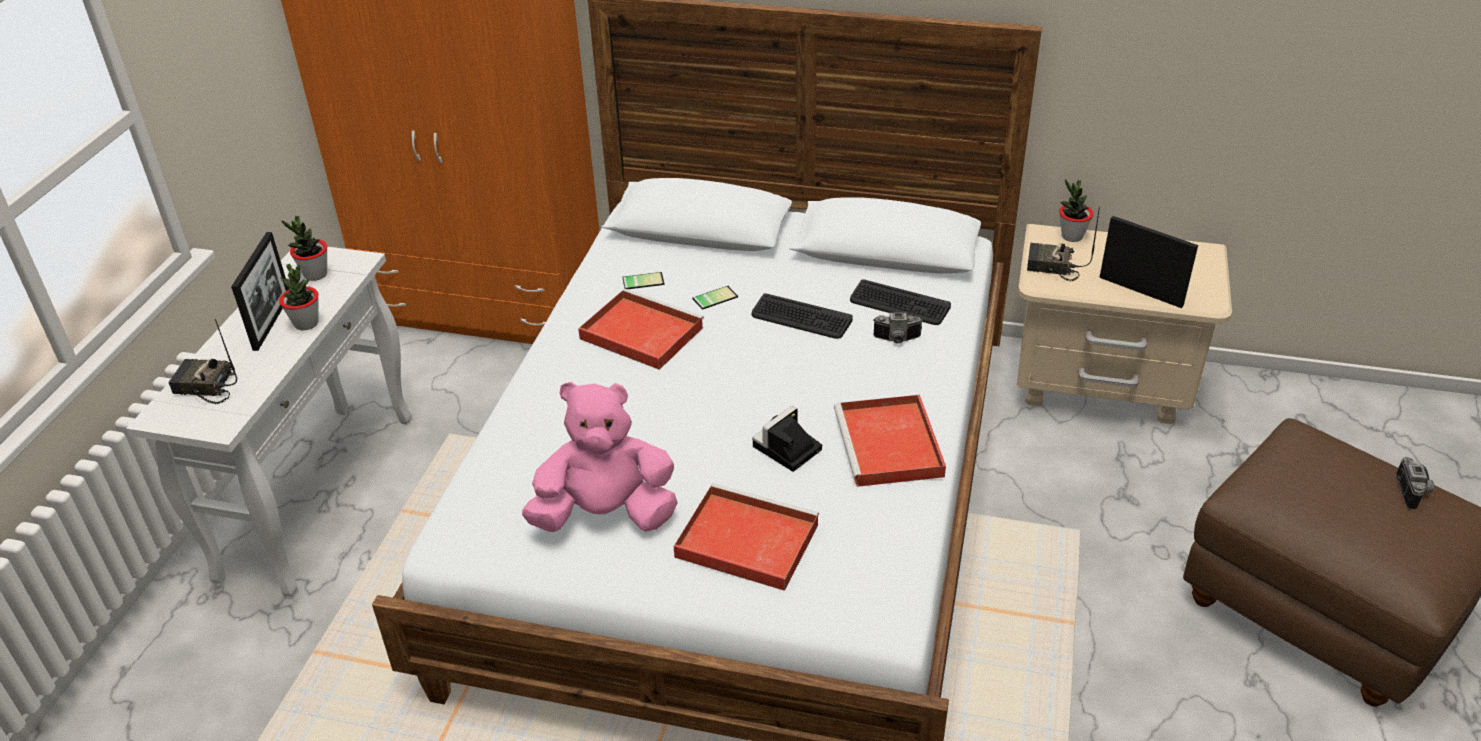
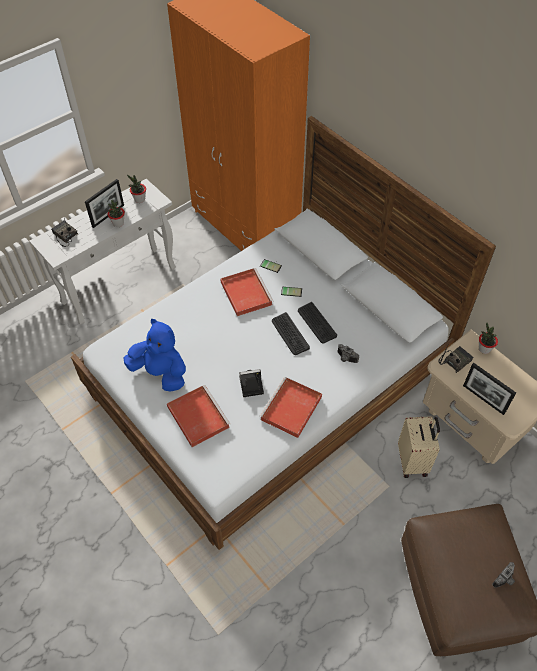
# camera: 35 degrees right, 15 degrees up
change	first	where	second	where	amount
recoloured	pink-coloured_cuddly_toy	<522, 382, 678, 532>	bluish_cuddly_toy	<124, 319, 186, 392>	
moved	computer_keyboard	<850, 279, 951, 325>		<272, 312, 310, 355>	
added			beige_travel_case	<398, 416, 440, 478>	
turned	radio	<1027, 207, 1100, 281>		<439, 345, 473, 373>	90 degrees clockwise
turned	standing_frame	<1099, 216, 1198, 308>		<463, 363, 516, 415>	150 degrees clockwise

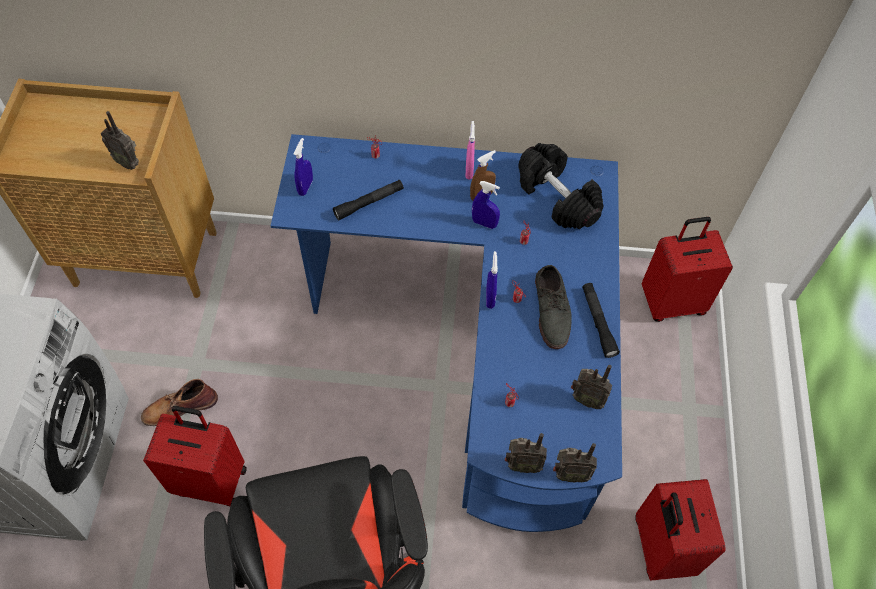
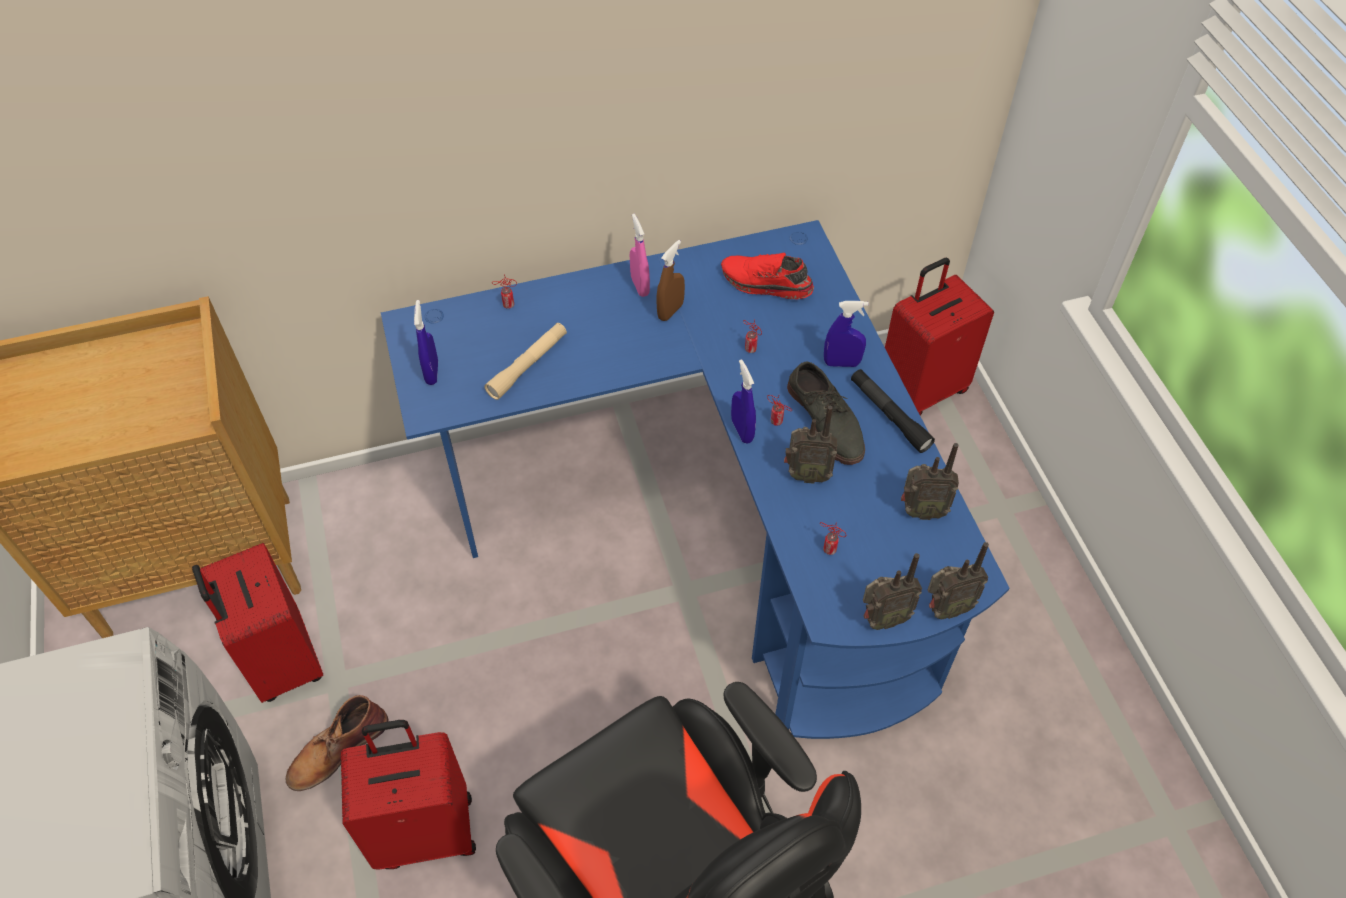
# camera: 20 degrees left, 5 degrees down
change	first	where	second	where	amount
moved	reddish_travel_case	<635, 479, 726, 580>		<192, 543, 323, 703>	
recoloured	black_flashlight	<333, 180, 404, 220>	beige_flashlight	<484, 323, 567, 400>	
replaced	black_dumbbell	<518, 143, 604, 229>	reddish_shoe	<721, 253, 814, 299>	
moved	radio	<101, 111, 139, 170>		<784, 406, 837, 484>	
moved	bluish_sprayer	<472, 181, 500, 229>		<824, 301, 869, 367>	

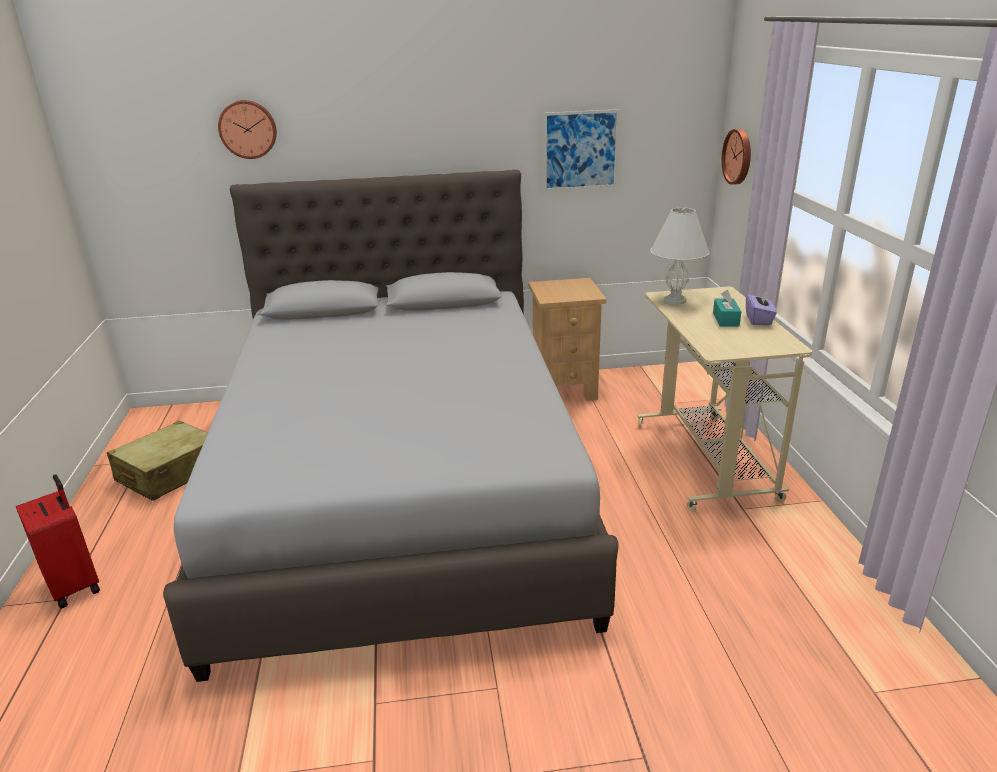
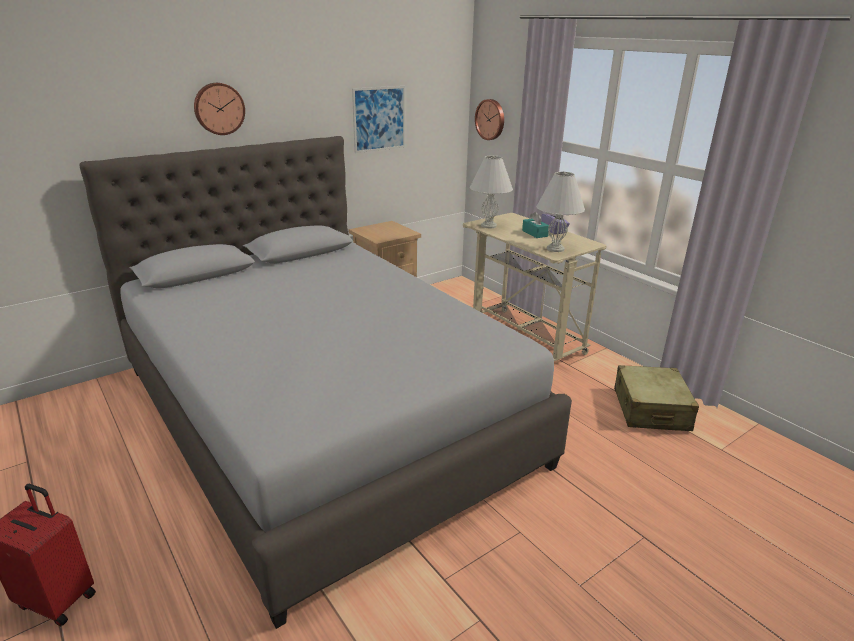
# camera: 30 degrees left, 0 degrees up
change	first	where	second	where	amount
moved	wall_clock	<218, 100, 277, 159>		<194, 83, 245, 135>	
added			white-coloured_tabletop_lamp	<536, 172, 585, 252>	
moved	beige_travel_case	<107, 421, 208, 501>		<614, 365, 699, 431>	

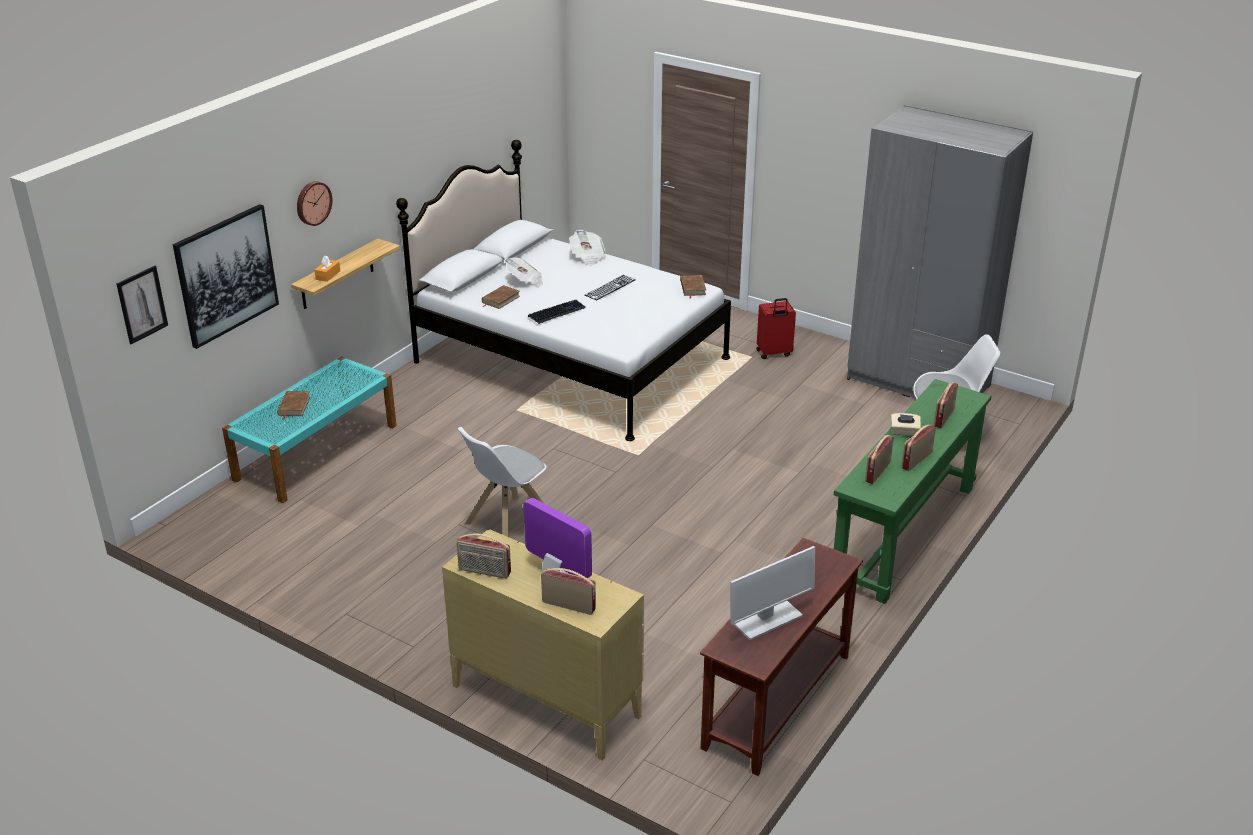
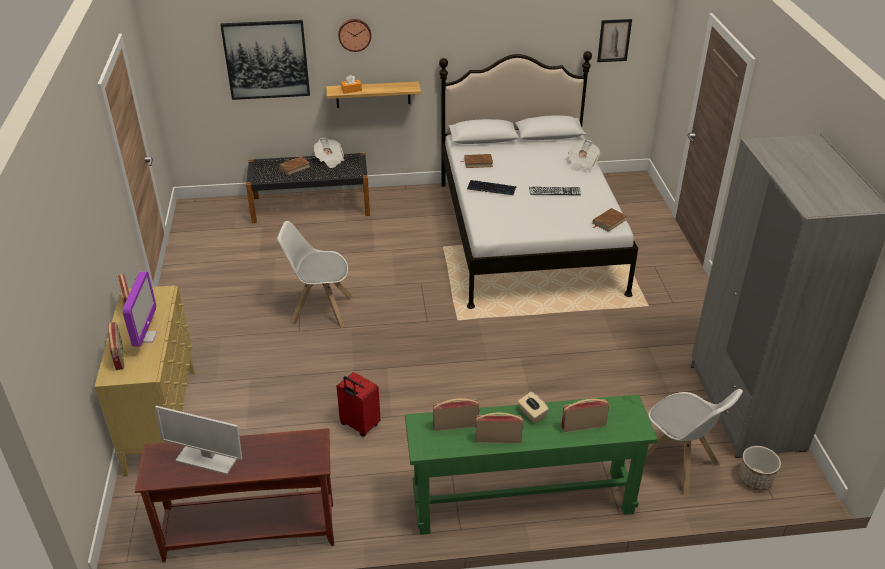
# camera: 50 degrees right, 5 degrees up
change	first	where	second	where	amount
recoloured	turquoise_long_seat	<222, 356, 397, 503>	black_long_seat	<246, 153, 370, 224>	
moved	newspaper	<504, 257, 543, 286>		<314, 138, 345, 168>	
moved	reddish_travel_case	<756, 298, 796, 359>		<336, 372, 381, 437>	
moved	wall_picture	<116, 266, 168, 344>		<597, 19, 632, 62>	
added			flower_pot	<739, 446, 781, 490>	

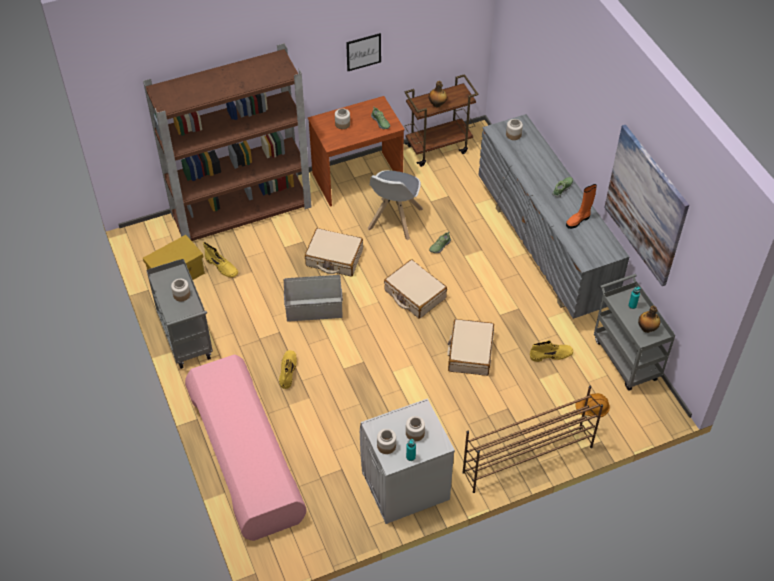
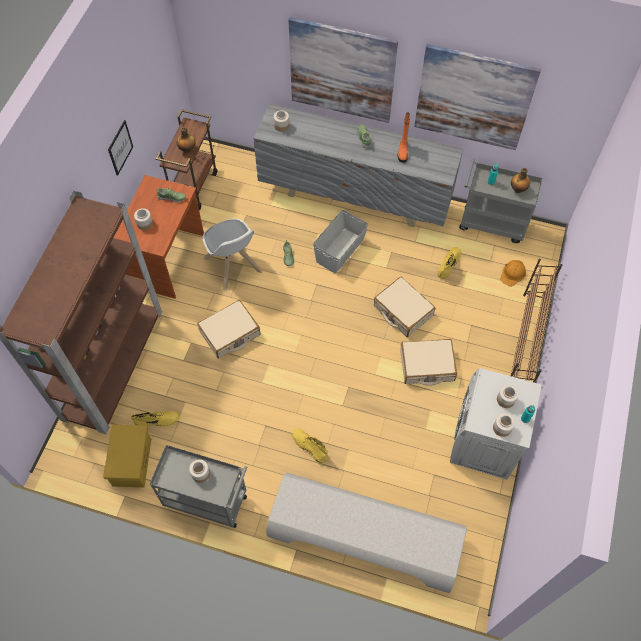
# camera: 50 degrees left, 10 degrees up
change	first	where	second	where	amount
recoloured	pink-coloured_long_seat	<185, 355, 307, 541>	greyish_long_seat	<266, 473, 467, 593>	
added			wall_picture	<288, 17, 398, 123>	
moved	greyish_storage_bin	<284, 275, 343, 322>		<313, 209, 369, 274>	
moved	beige_travel_case	<384, 259, 447, 319>		<400, 339, 457, 386>	

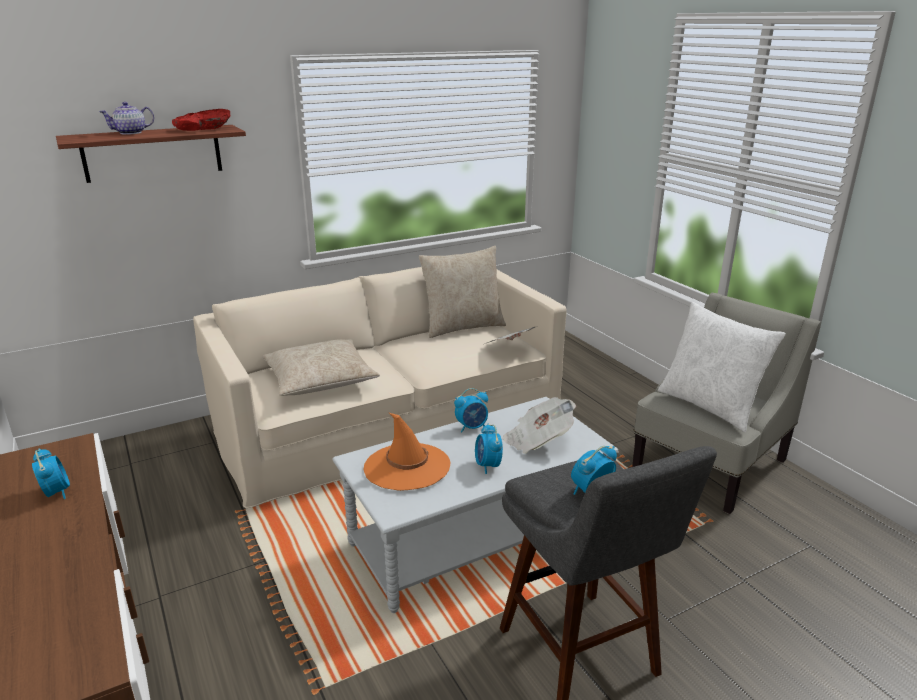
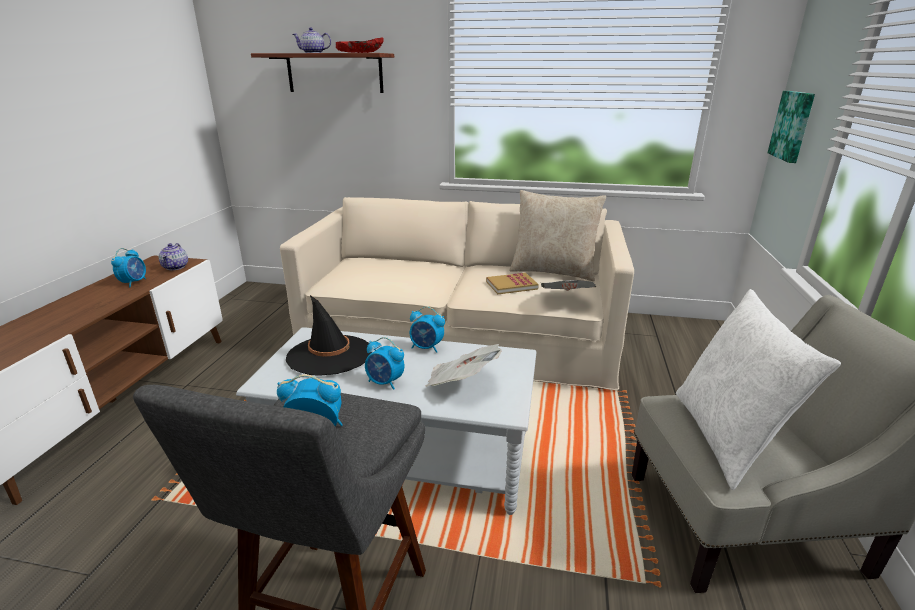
# camera: 40 degrees right, 0 degrees up
change	first	where	second	where	amount
added			pot_for_tea	<158, 243, 188, 270>	
recoloured	orange_hat	<364, 413, 451, 491>	black_hat	<286, 295, 372, 376>	
turned	table_clock	<475, 423, 503, 474>		<365, 337, 404, 390>	90 degrees counterclockwise
added			bound_book	<486, 273, 539, 294>	
added			wall_picture	<768, 91, 815, 163>	
removed	beige_cushion	<262, 339, 380, 396>			

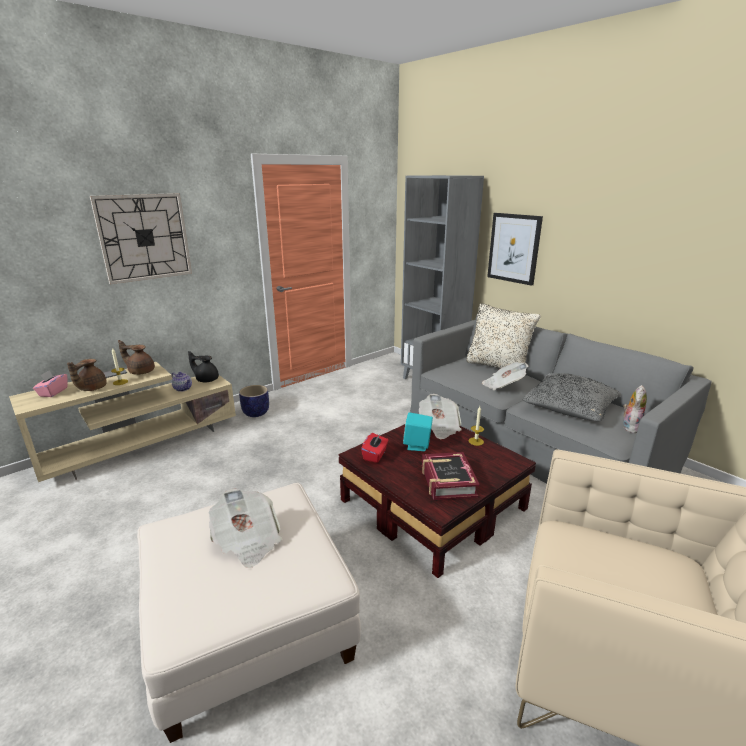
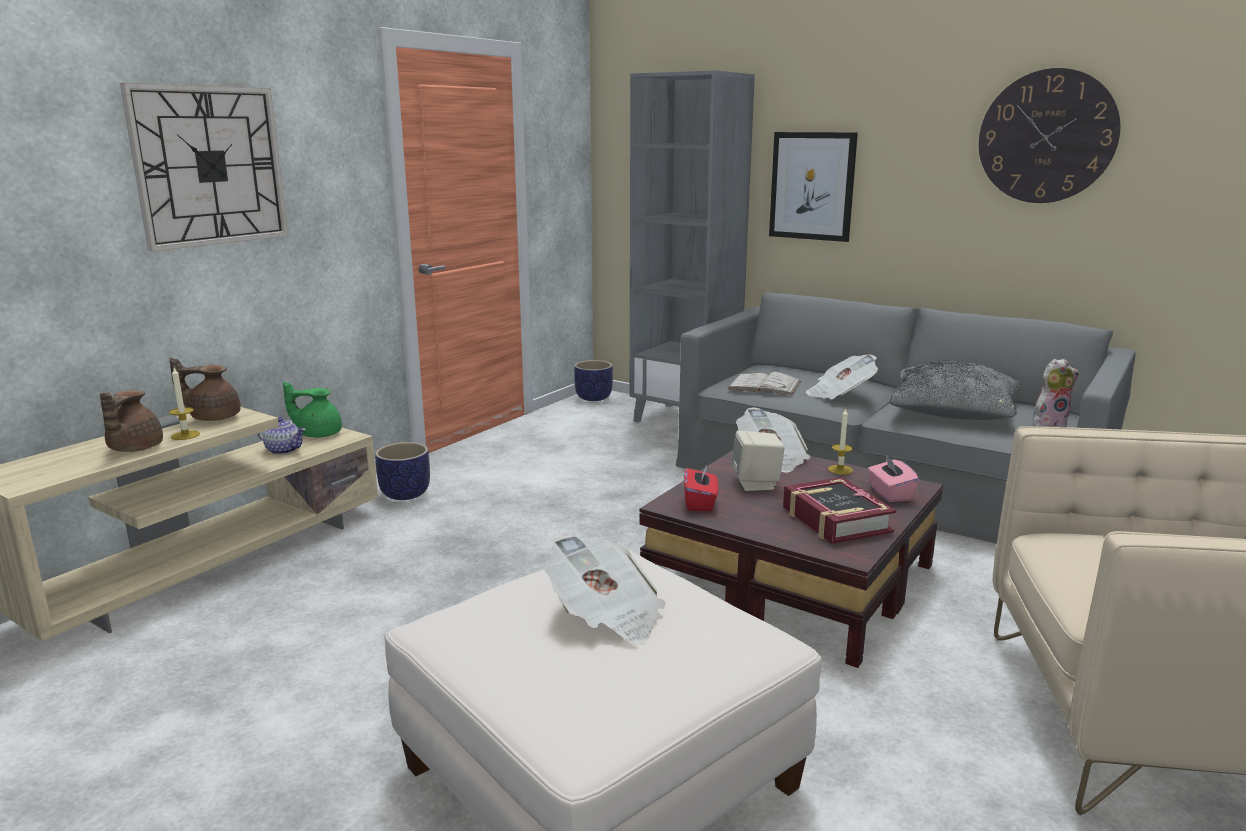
# camera: 15 degrees left, 5 degrees down
change	first	where	second	where	amount
recoloured	black_pot_for_tea	<188, 351, 219, 382>	greenish_pot_for_tea	<283, 382, 342, 437>	
added			flower_pot	<574, 360, 613, 401>	
added			white-coloured_bound_book	<727, 372, 801, 395>	
recoloured	turquoise_loudspeaker	<403, 412, 433, 451>	beige_loudspeaker	<731, 431, 785, 491>	
moved	pink-coloured_tissue_box	<33, 370, 68, 397>		<868, 454, 919, 502>	
added			wall_clock	<979, 68, 1120, 203>	
turned	cuddly_toy	<623, 385, 647, 433>		<1032, 359, 1079, 427>	60 degrees clockwise
removed	beige_cushion	<467, 303, 541, 369>			

